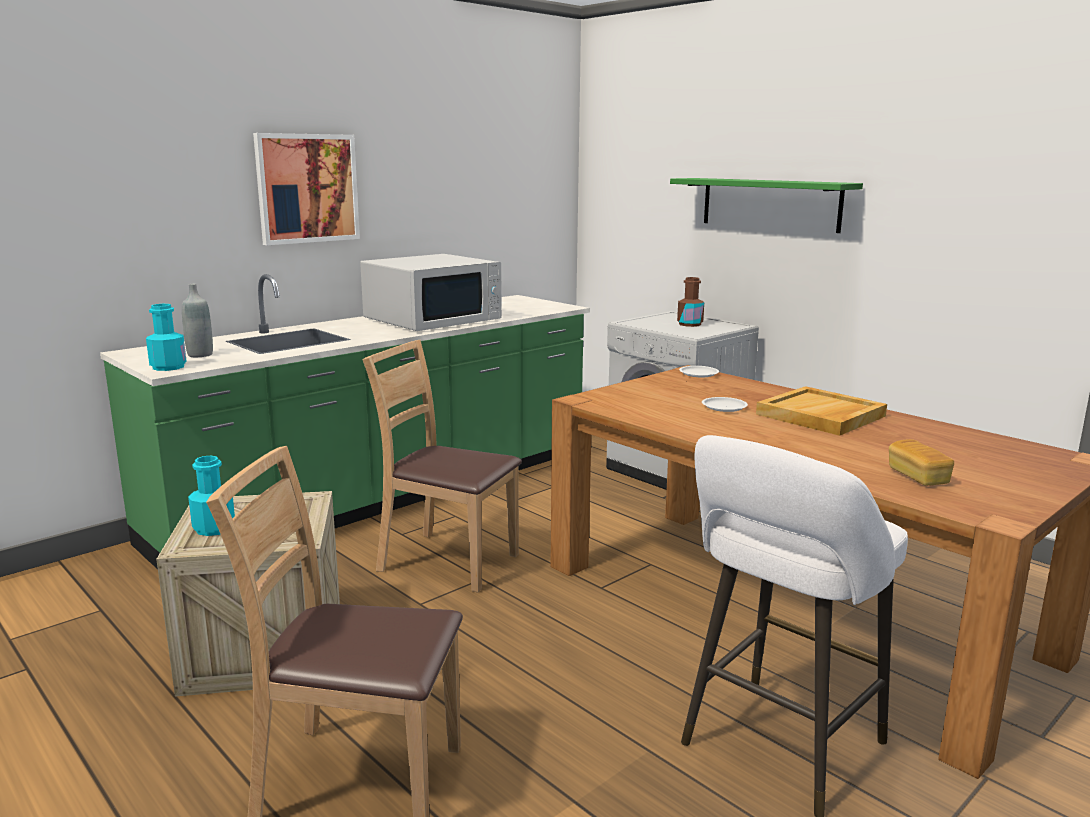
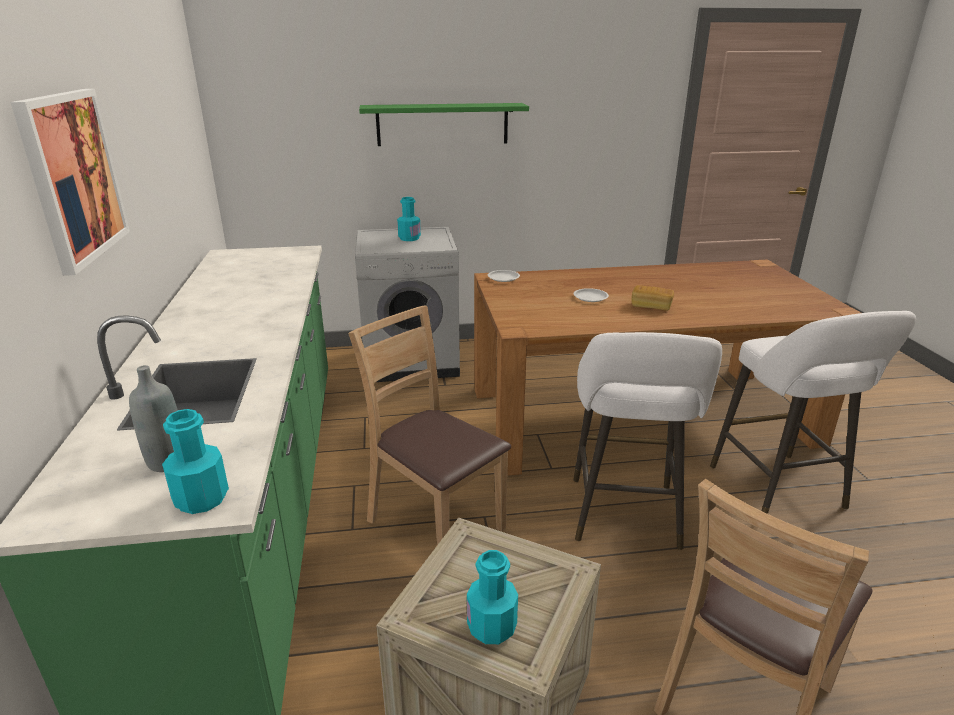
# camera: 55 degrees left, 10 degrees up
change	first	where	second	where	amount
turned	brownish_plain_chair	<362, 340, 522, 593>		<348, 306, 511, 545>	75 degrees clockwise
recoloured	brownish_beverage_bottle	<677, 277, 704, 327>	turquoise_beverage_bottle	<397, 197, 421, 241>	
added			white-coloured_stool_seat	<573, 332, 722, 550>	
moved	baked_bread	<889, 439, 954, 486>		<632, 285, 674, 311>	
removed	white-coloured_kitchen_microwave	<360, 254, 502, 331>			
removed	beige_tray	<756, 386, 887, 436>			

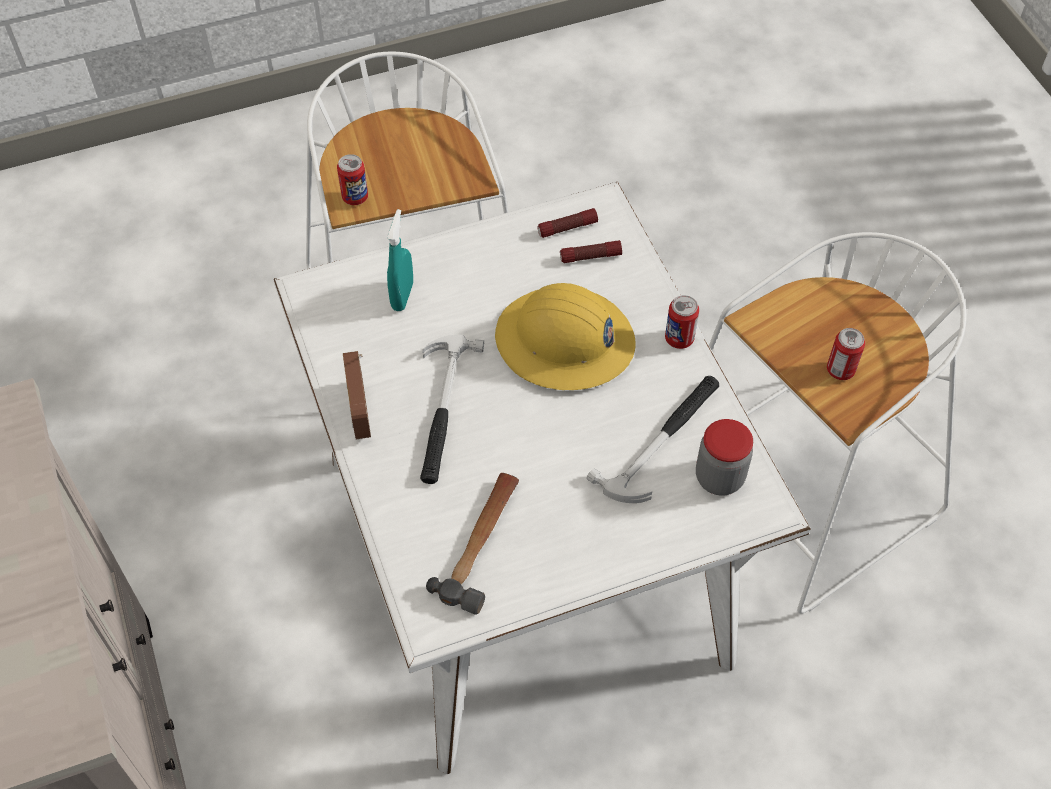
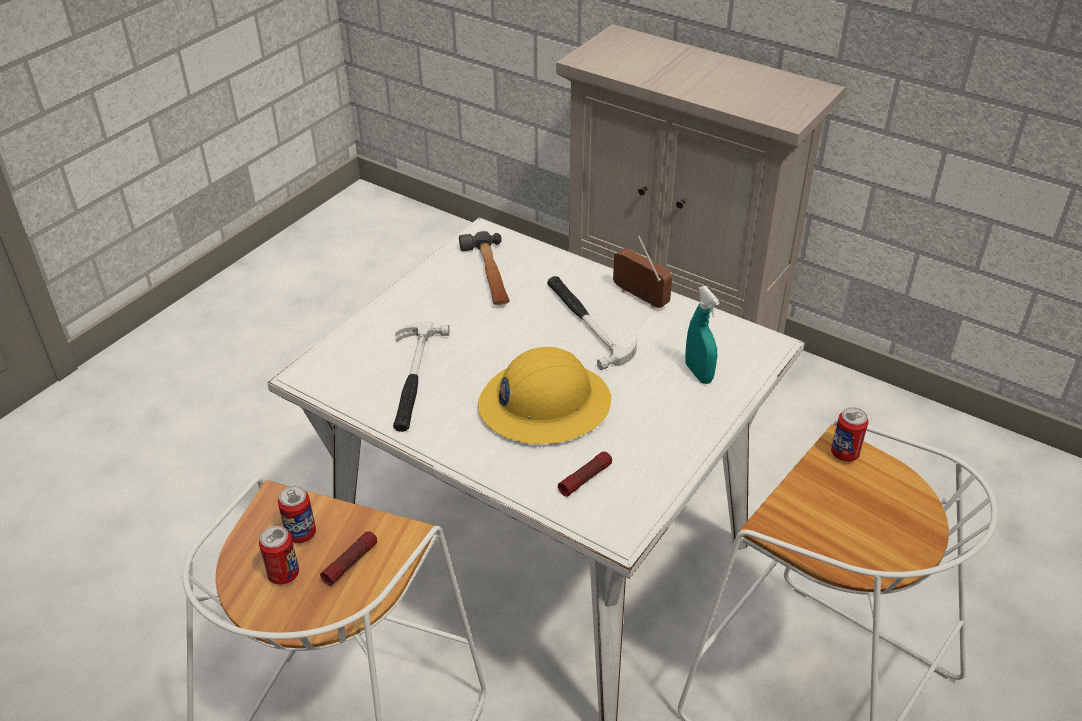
# camera: 145 degrees right, 15 degrees down
change	first	where	second	where	amount
moved	metal_can	<665, 295, 699, 349>		<259, 526, 299, 585>	
moved	flashlight	<537, 208, 598, 238>		<320, 531, 377, 586>	
removed	storage_jar	<696, 419, 753, 496>			

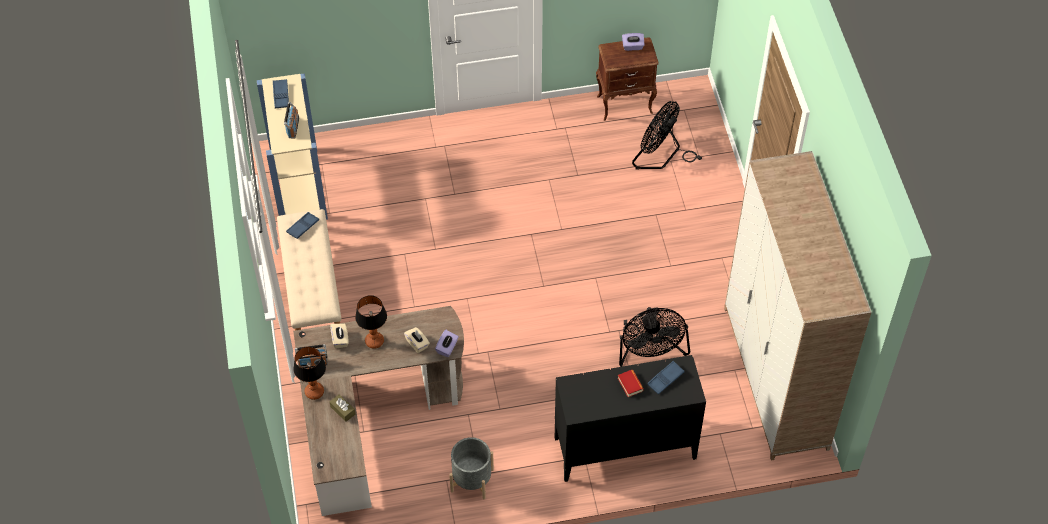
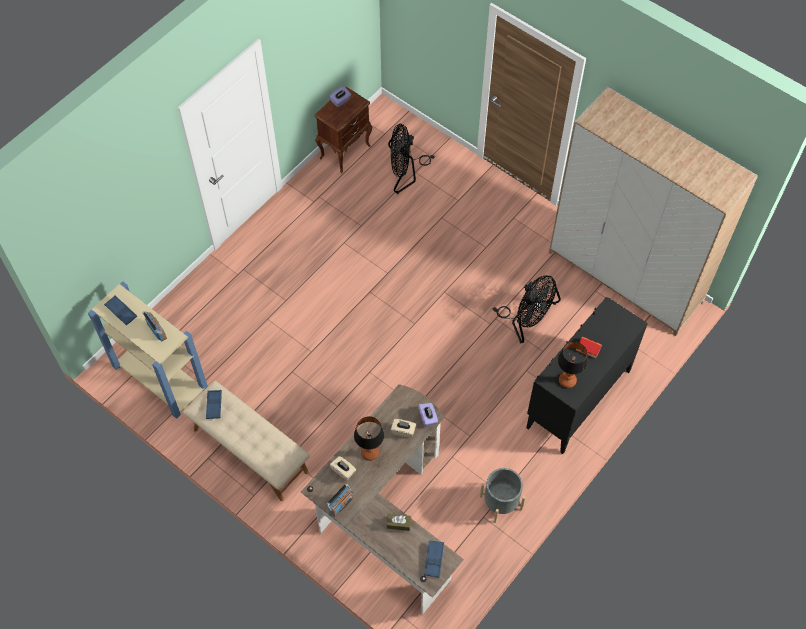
# camera: 40 degrees left, 5 degrees up
change	first	where	second	where	amount
moved	bluish_tray	<647, 361, 685, 394>		<424, 540, 444, 577>	
moved	tabletop_lamp	<293, 347, 326, 400>		<558, 342, 588, 388>	

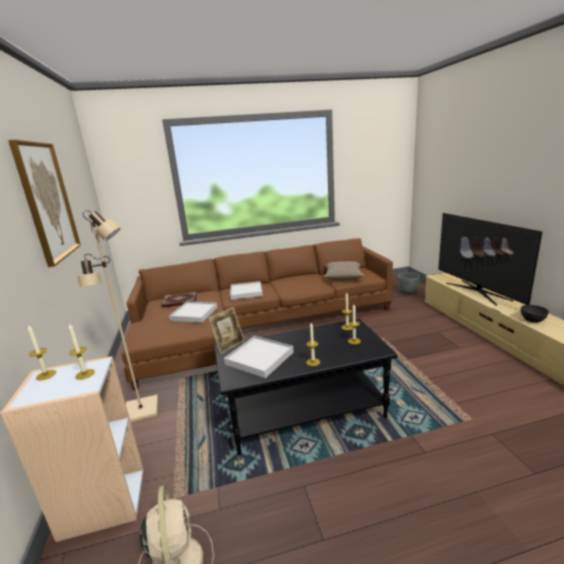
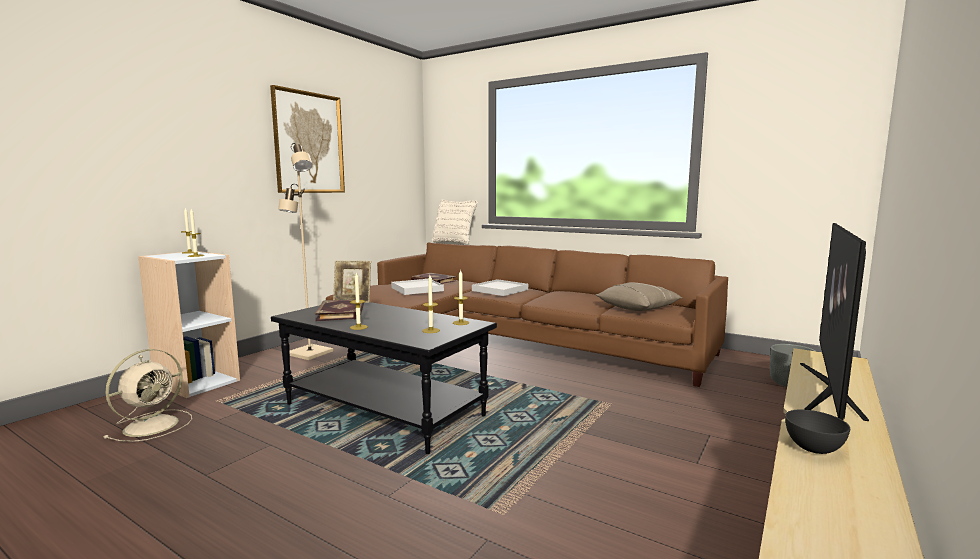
# camera: 45 degrees right, 10 degrees down
change	first	where	second	where	amount
replaced	white-coloured_tray	<224, 336, 294, 378>	bound_book	<315, 299, 364, 321>	
added			beige_cushion	<432, 200, 478, 245>	

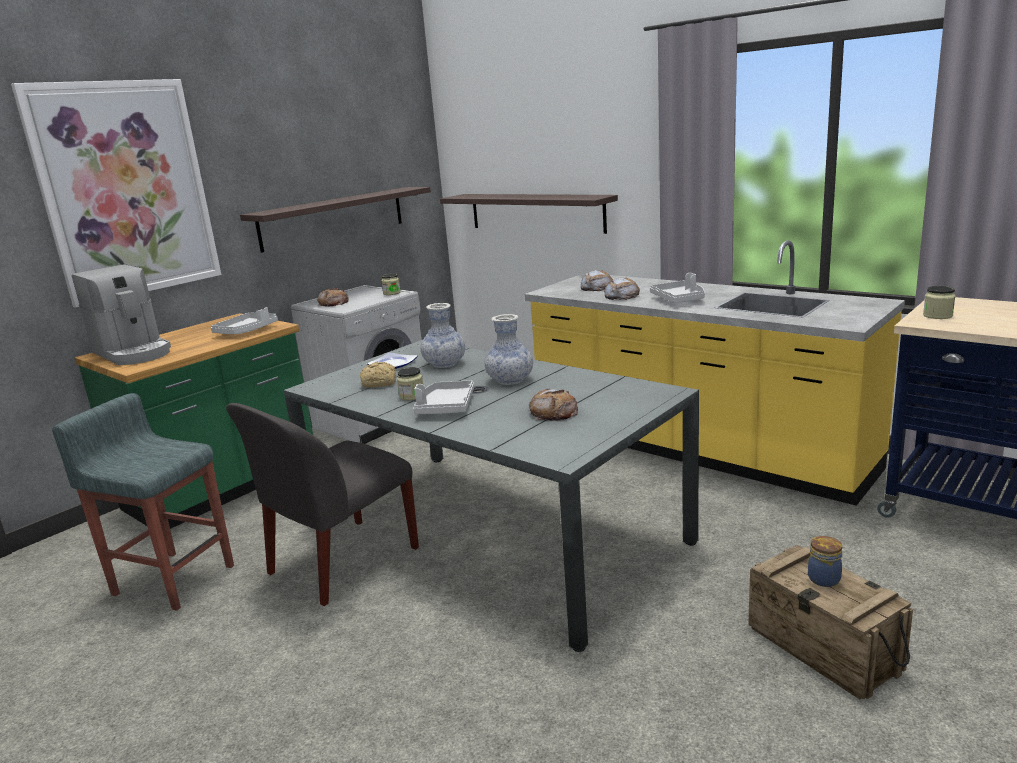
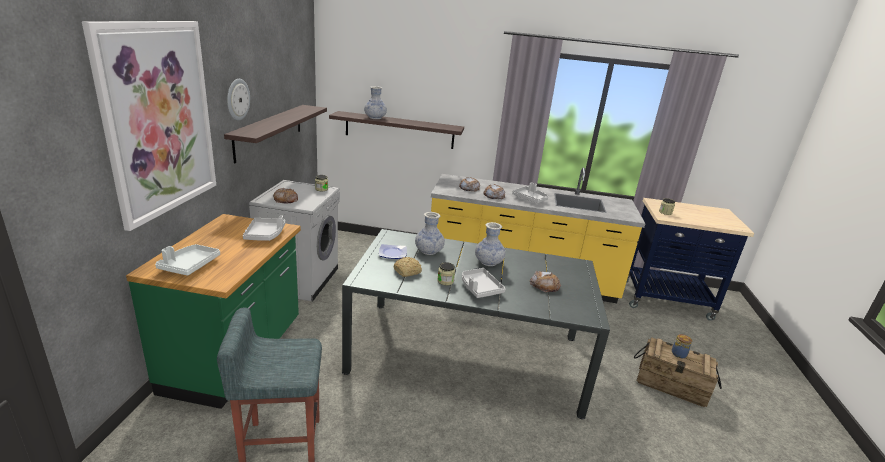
# camera: 35 degrees left, 5 degrees up
change	first	where	second	where	amount
replaced	coffee_brewer	<72, 264, 171, 365>	white-coloured_tray	<155, 244, 220, 276>	
added			wall_clock	<227, 79, 250, 121>	
added			vase	<364, 86, 387, 119>	
removed	greyish_plain_chair	<226, 403, 419, 606>			

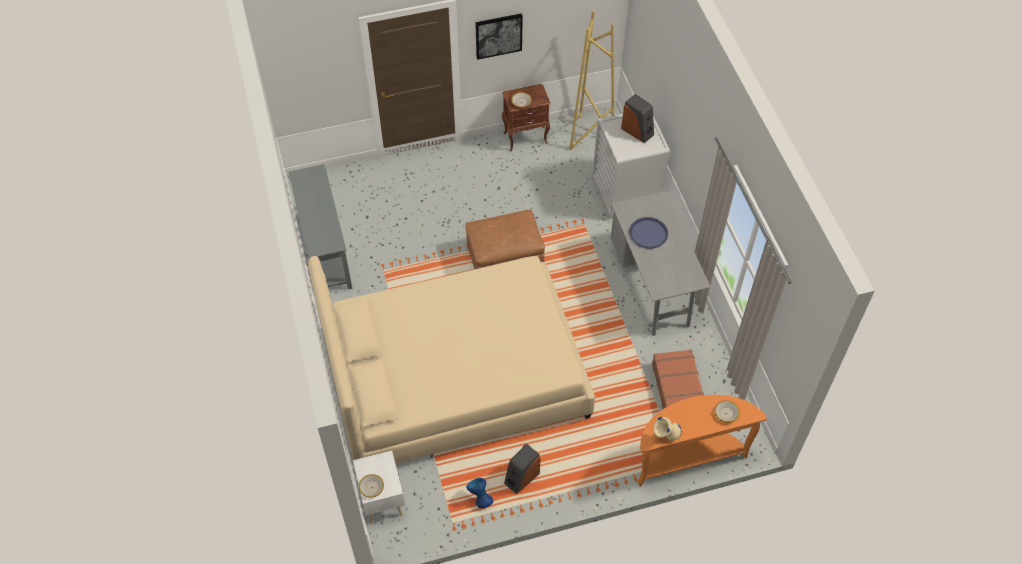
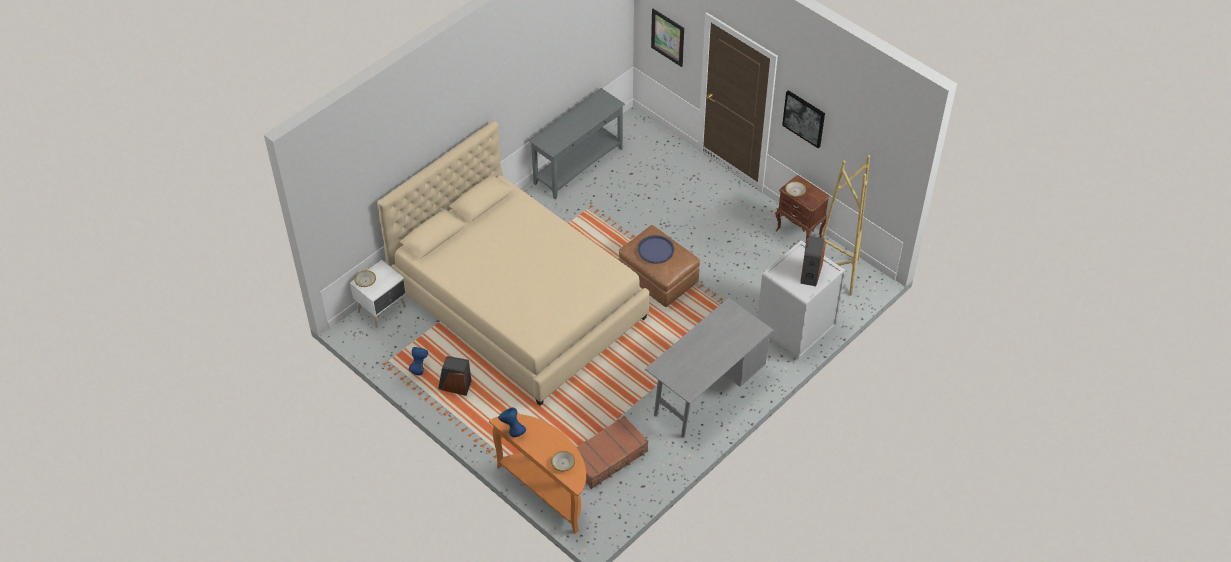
# camera: 60 degrees right, 5 degrees down
change	first	where	second	where	amount
recoloured	beige_vase	<653, 417, 681, 441>	bluish_vase	<498, 407, 526, 437>	
moved	bluish_tray	<629, 217, 668, 249>		<638, 235, 674, 264>	
added			wall_picture	<651, 9, 684, 67>	

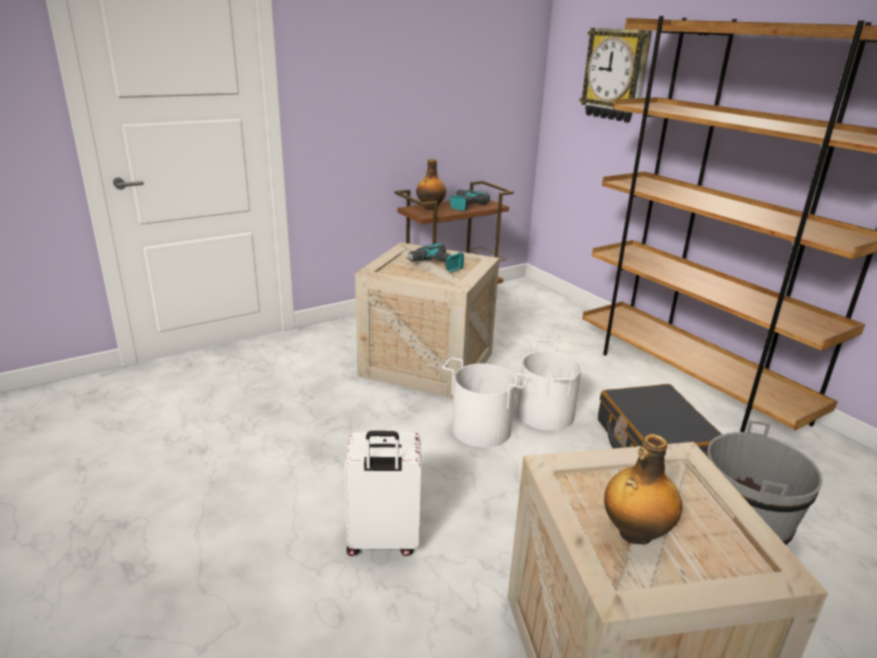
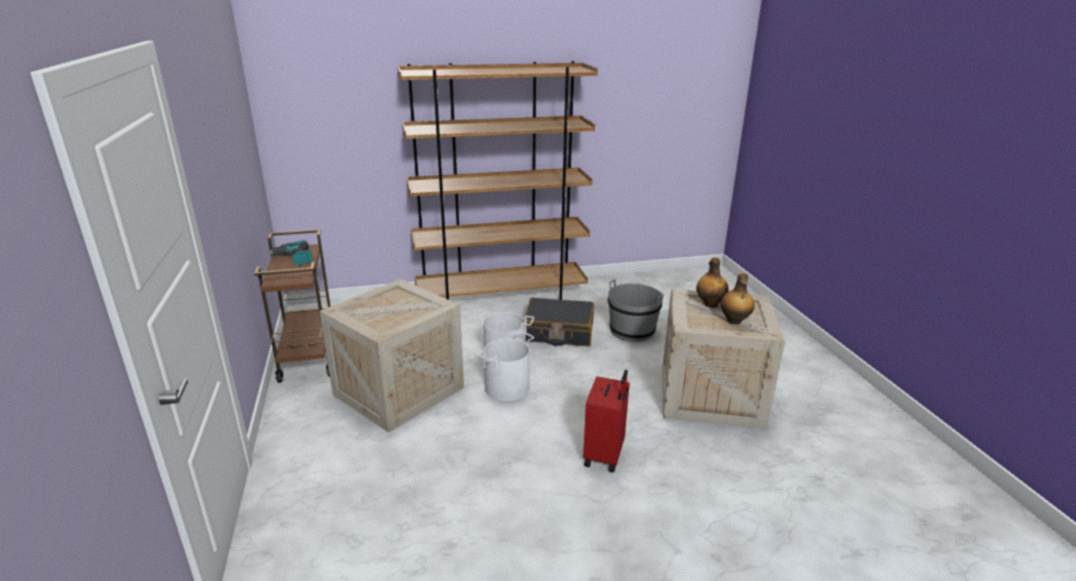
# camera: 70 degrees left, 0 degrees up
change	first	where	second	where	amount
recoloured	white-coloured_travel_case	<344, 431, 421, 556>	reddish_travel_case	<583, 370, 630, 472>	
moved	beverage_bottle	<416, 159, 446, 210>		<696, 257, 729, 308>	
removed	electric_drill	<406, 243, 464, 272>			
removed	wall_clock	<579, 28, 652, 123>			

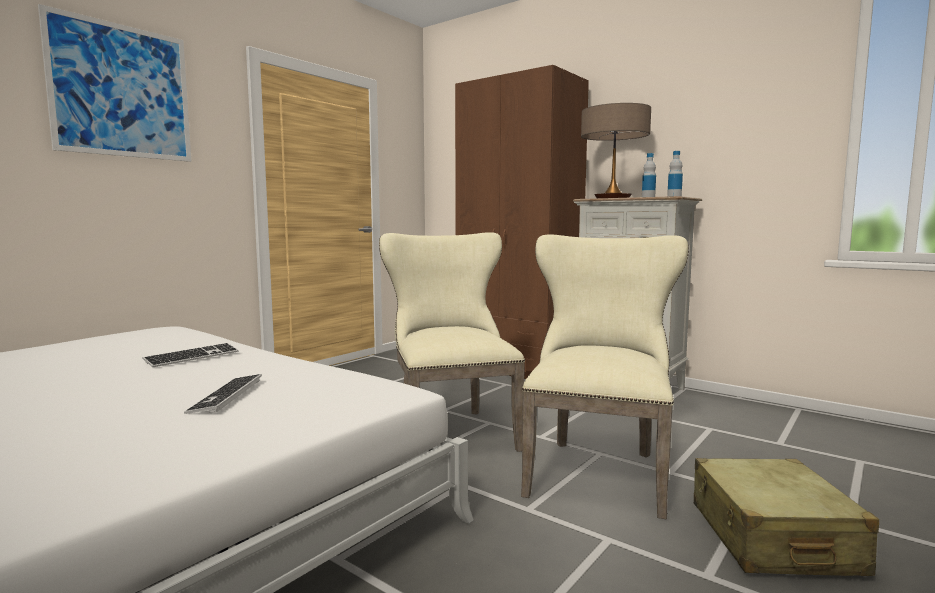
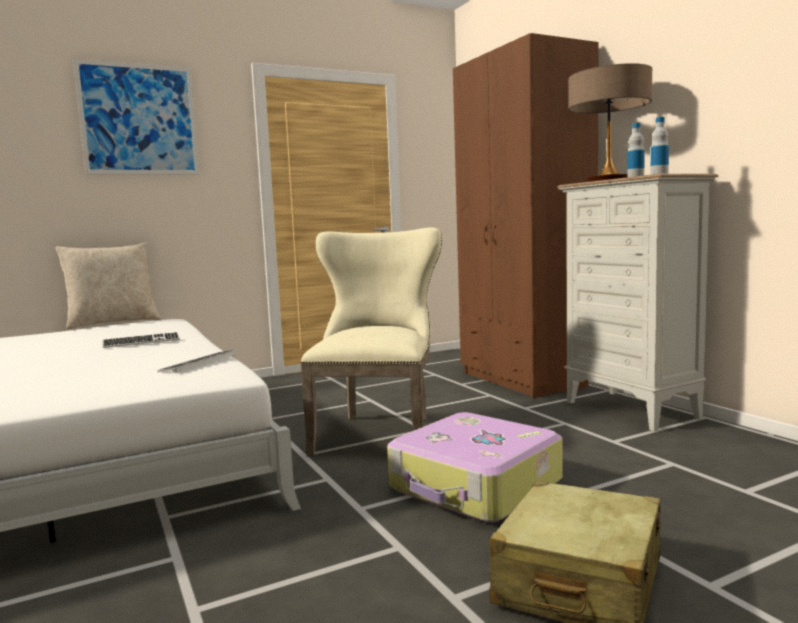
# camera: 25 degrees right, 0 degrees up
change	first	where	second	where	amount
added			beige_cushion	<56, 242, 161, 329>	
moved	computer_keyboard	<184, 374, 262, 414>		<157, 350, 237, 373>	
replaced	beige_plain_chair	<521, 235, 689, 519>	travel_case	<387, 412, 563, 523>	

